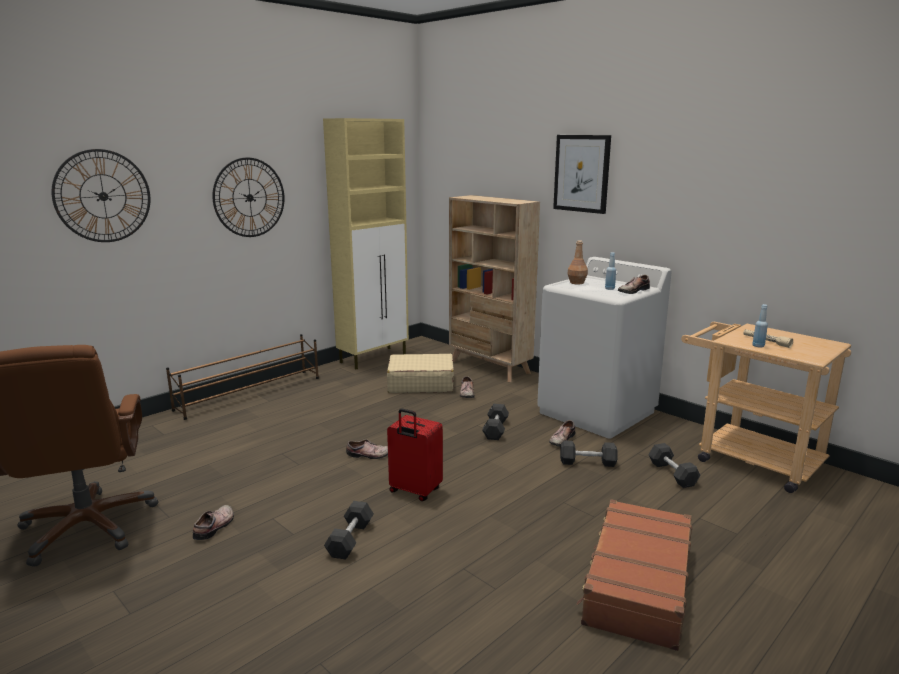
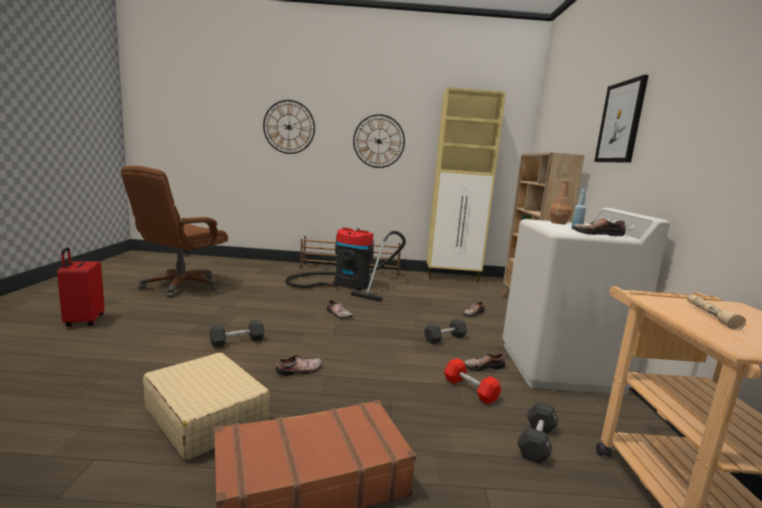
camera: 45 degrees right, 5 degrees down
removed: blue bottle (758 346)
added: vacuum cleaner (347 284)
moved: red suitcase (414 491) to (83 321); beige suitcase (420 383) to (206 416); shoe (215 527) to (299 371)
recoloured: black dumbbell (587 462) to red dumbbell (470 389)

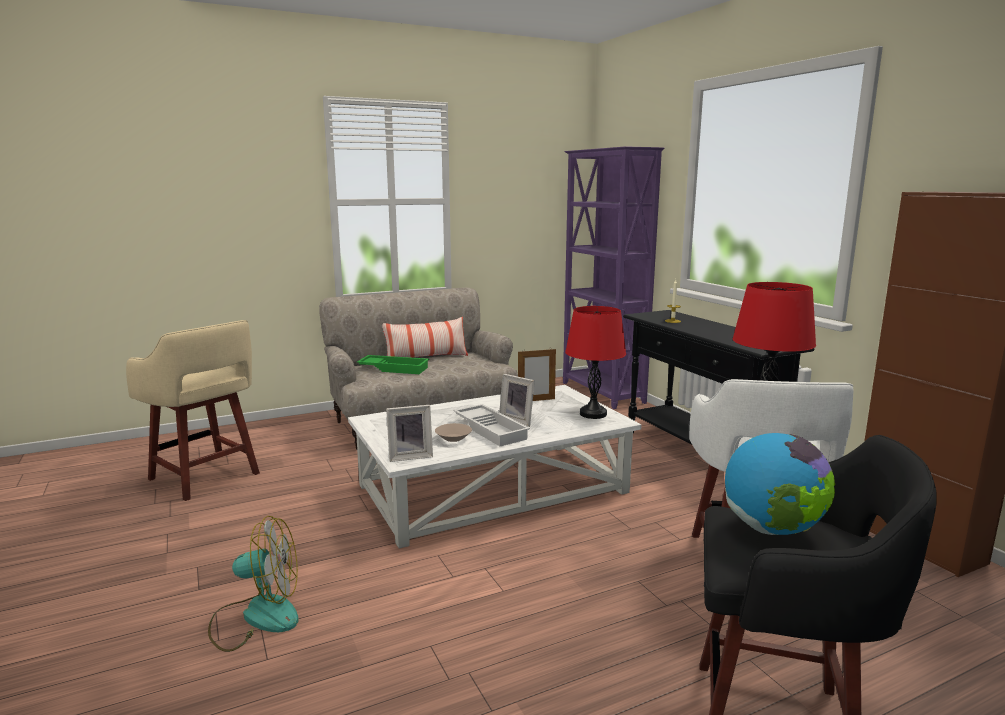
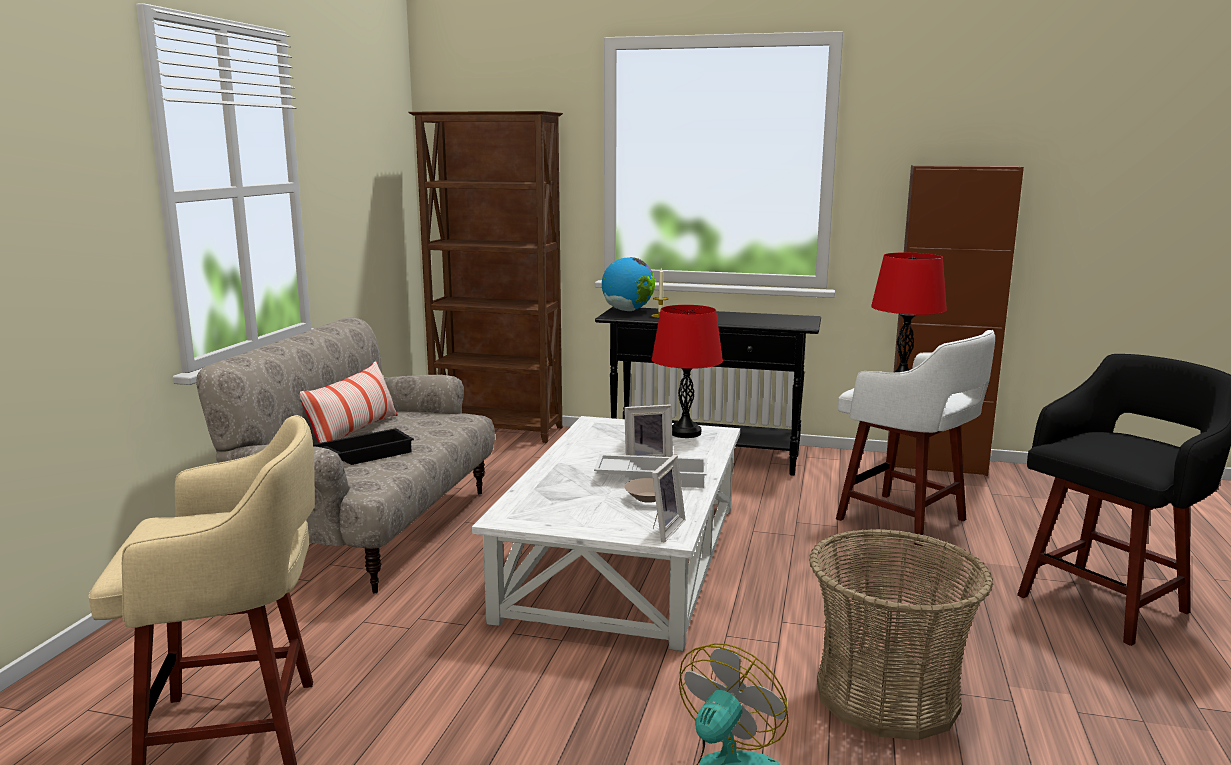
camera: 50 degrees left, 0 degrees up
removed: picture frame (536 400)
added: basket (887 695)
moved: globe (772 529) to (628 310)
recoloured: green tray (394 368) to black tray (356 456); purple bookcase (602 393) to brown bookcase (498 430)

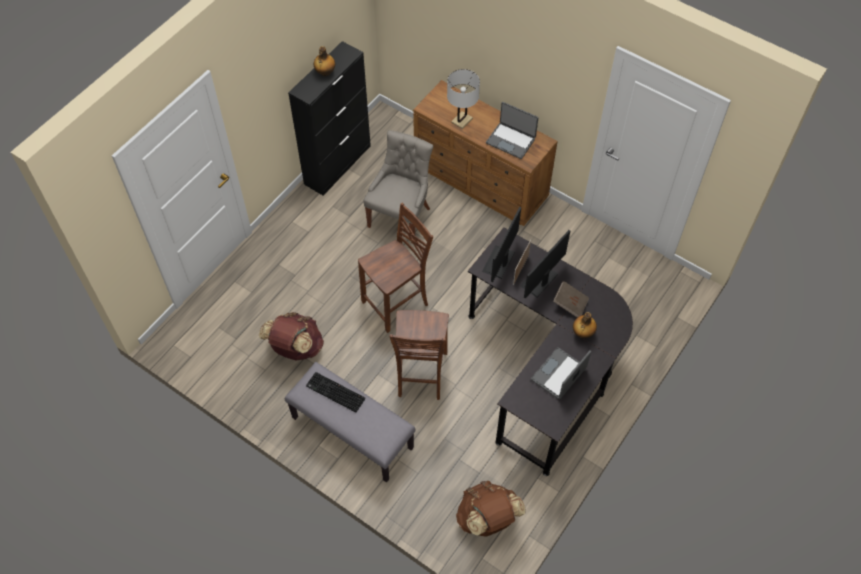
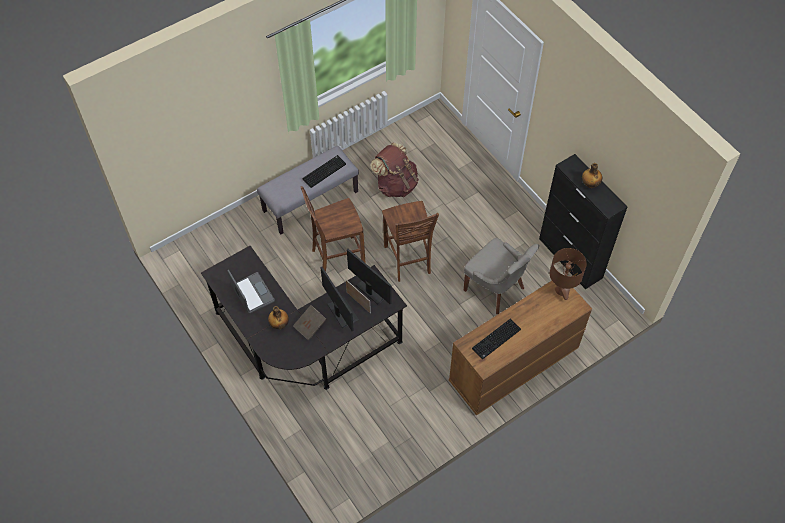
camera: 110 degrees right, 0 degrees up
removed: white table lamp (462 120); brown backpack (487 519)
added: brown table lamp (561 290)
replaced: laptop (511 140) to keyboard (496 340)
turned: brown chair (420 375) = (336 257) 45 degrees counterclockwise

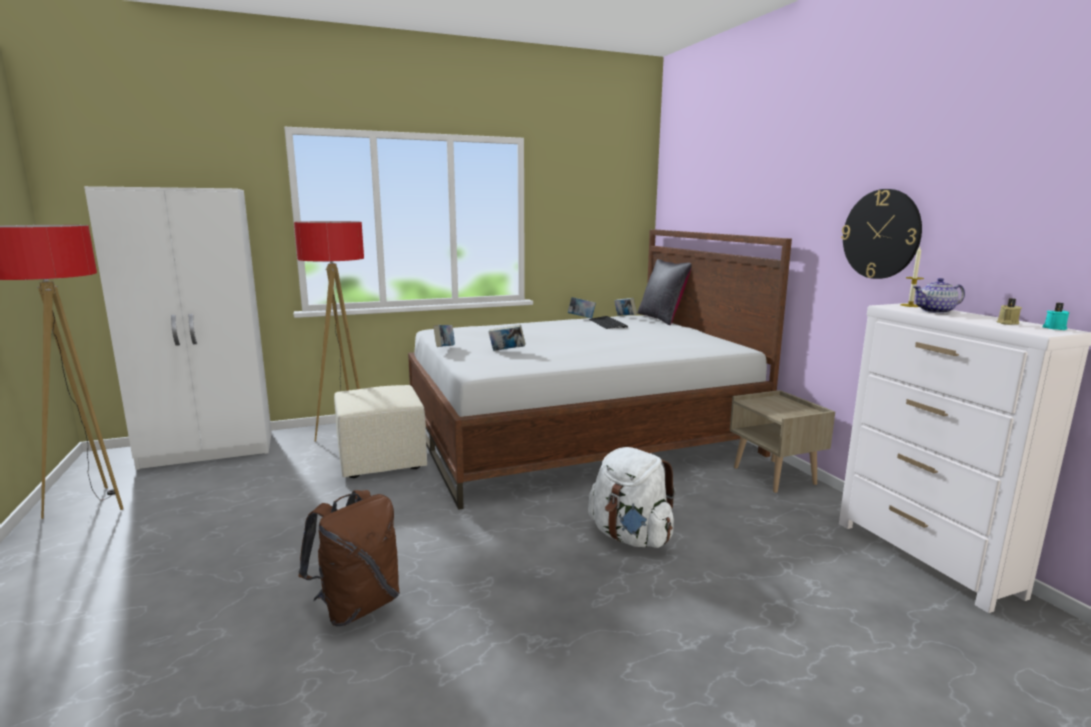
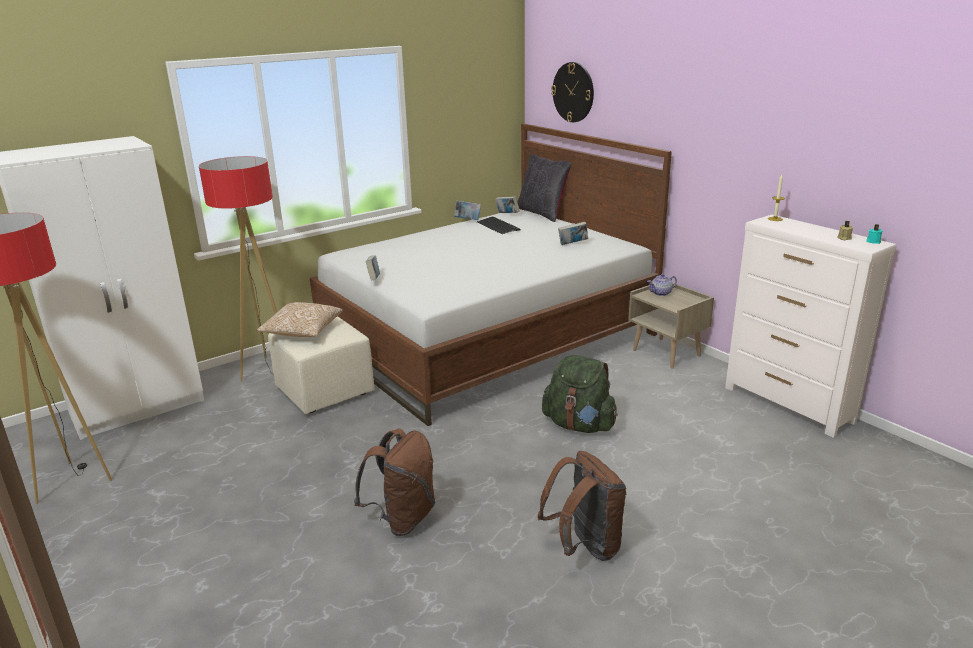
camera: 15 degrees left, 10 degrees up
added: pillow (302 332); brown backpack (584 547)
moved: wall clock (881 234) to (573 92); book (507 351) to (572 244); teapot (936 311) to (661 293)
recoloured: white backpack (630 537) to green backpack (579 425)

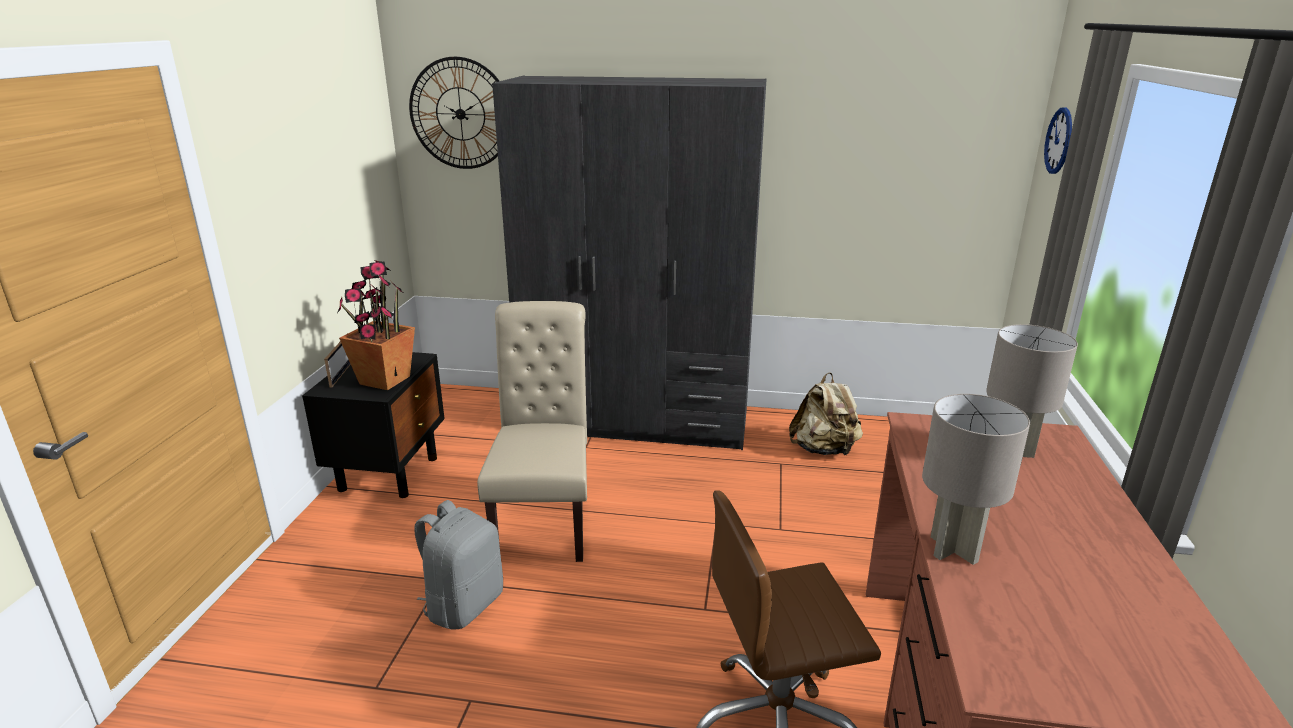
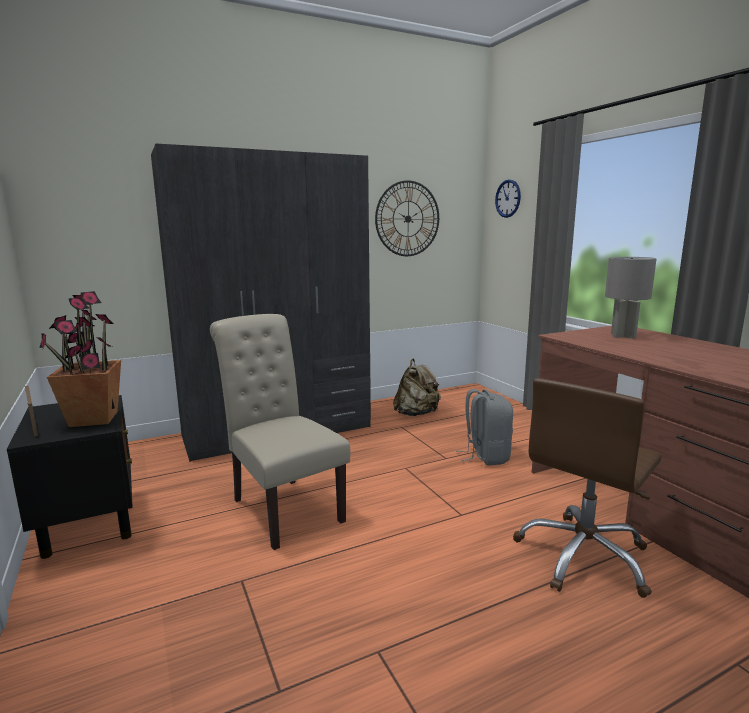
camera: 35 degrees left, 10 degrees down
removed: grey table lamp (954 549)
moved: wall clock (460 114) to (408 219); grey backpack (463 605) to (485 456)

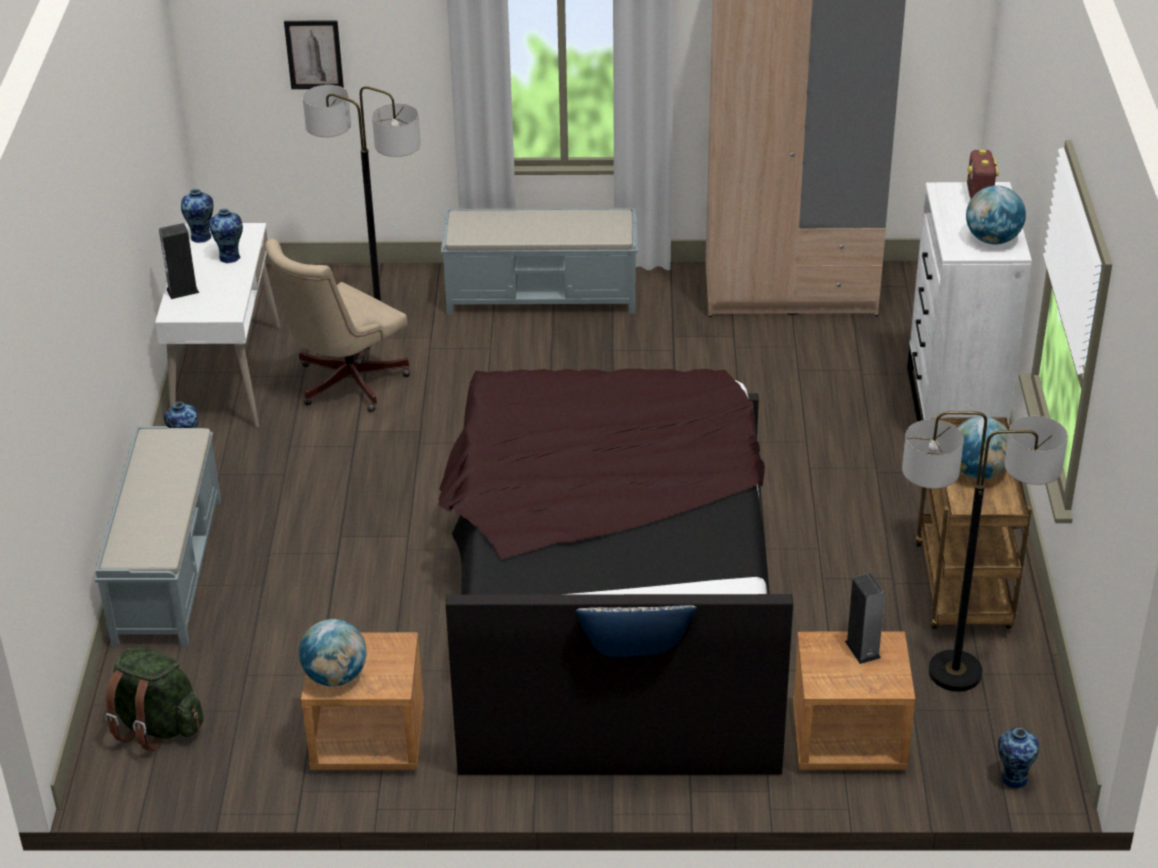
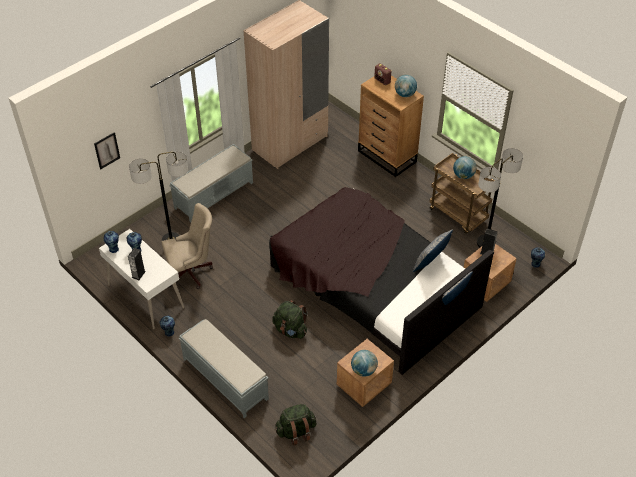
camera: 45 degrees left, 10 degrees up
added: green backpack (290 330); pillow (431 263)
recoloured: white dresser (954 409) to brown dresser (387 157)
turned: beige office chair (343 384) = (191 272) 105 degrees counterclockwise

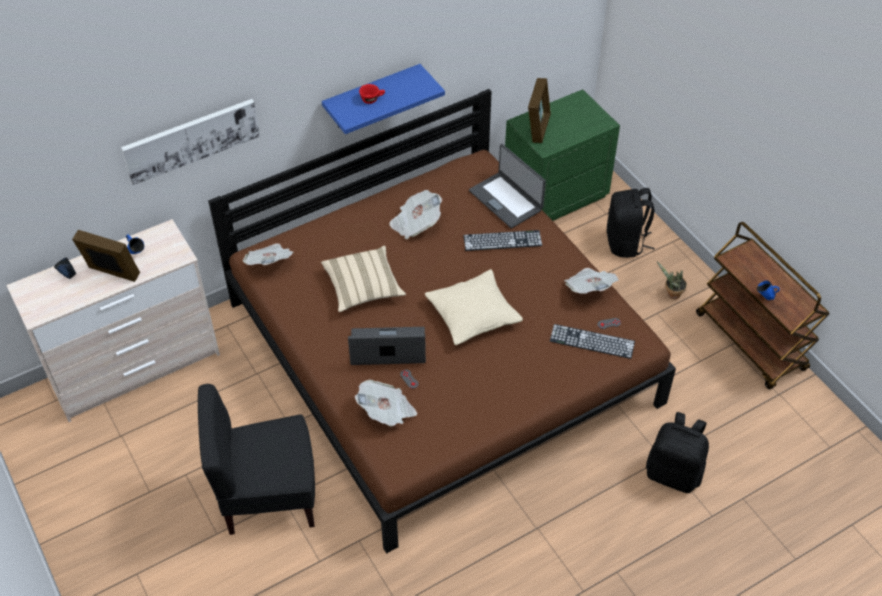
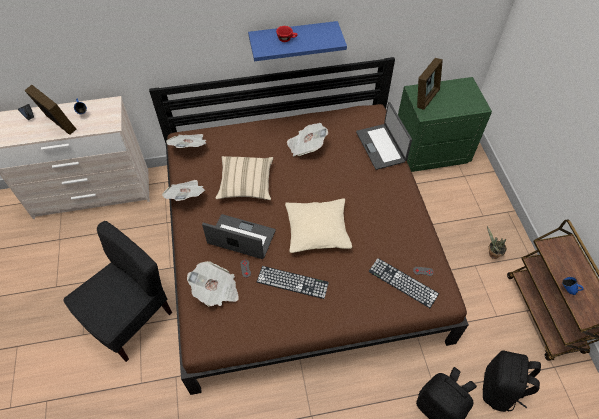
camera: 20 degrees right, 5 degrees up
removed: picture (191 139)
moved: newspaper (589 289) to (186 196); keyboard (502 240) to (292 282); black backpack (626 243) to (500 389)
turned: black chair (268 497) = (130 318) 120 degrees clockwise

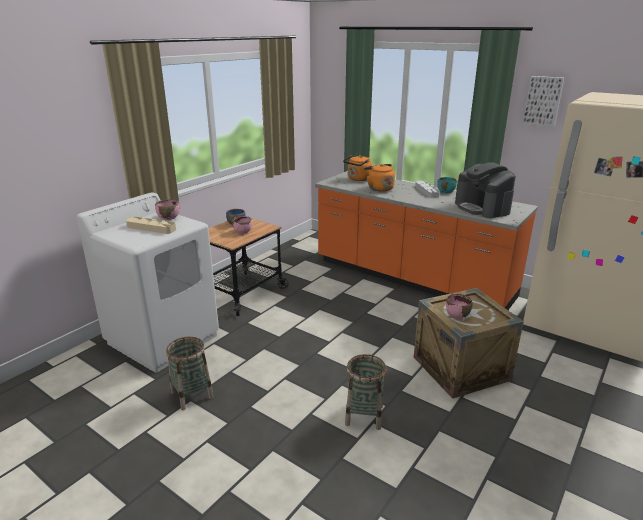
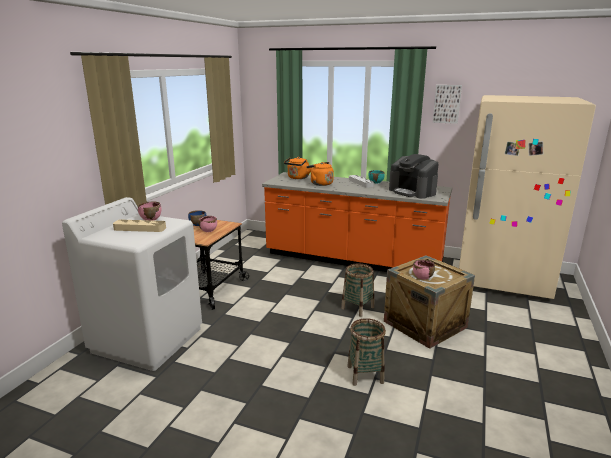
camera: 15 degrees left, 5 degrees down
moved: basket (192 394) to (357 308)

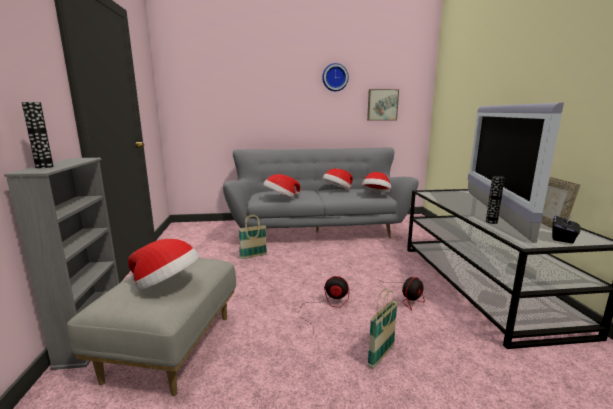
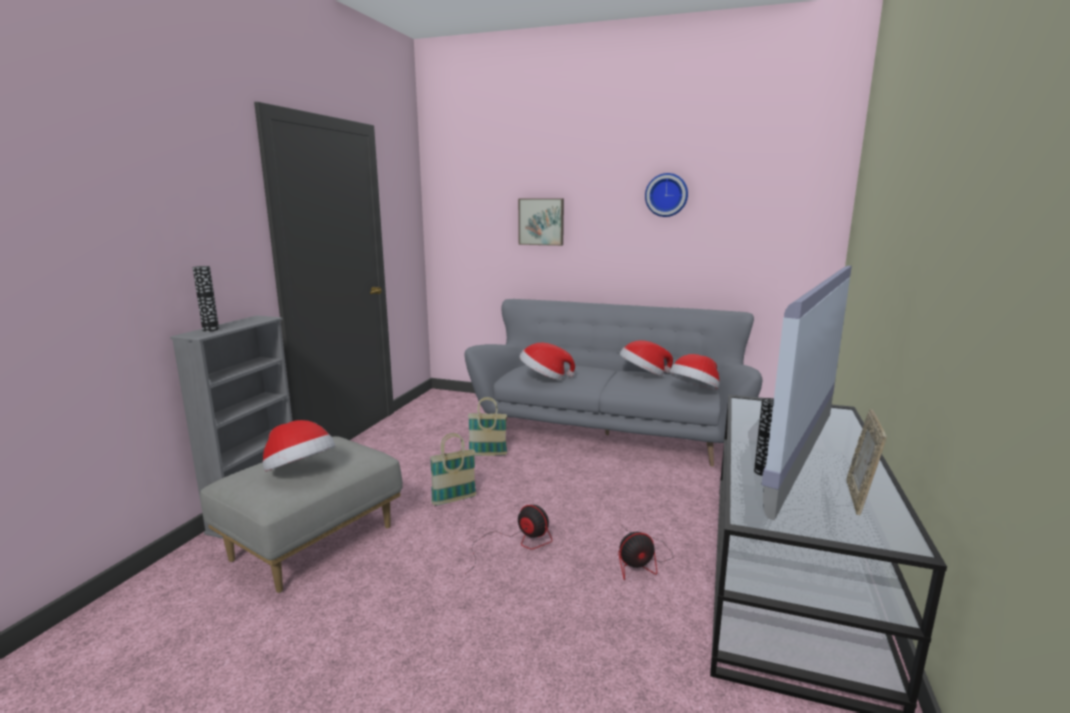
camera: 25 degrees right, 0 degrees up
removed: black tissue box (563 238)
moved: basket (381 355) to (454 500); picture (382 105) to (541 221)

